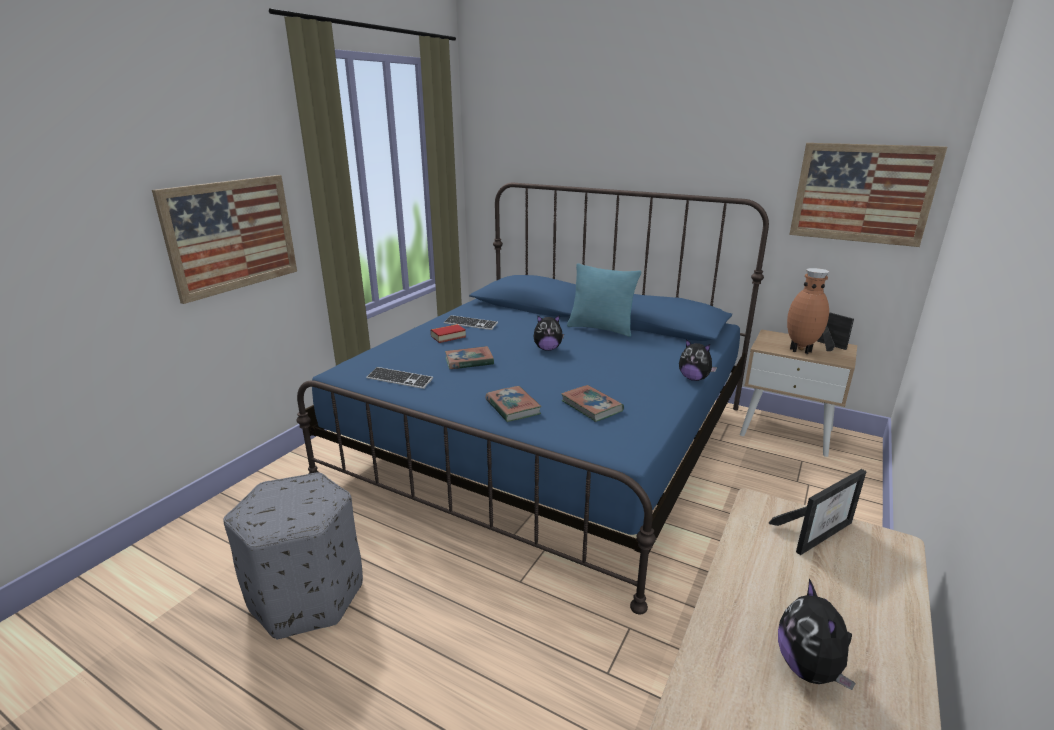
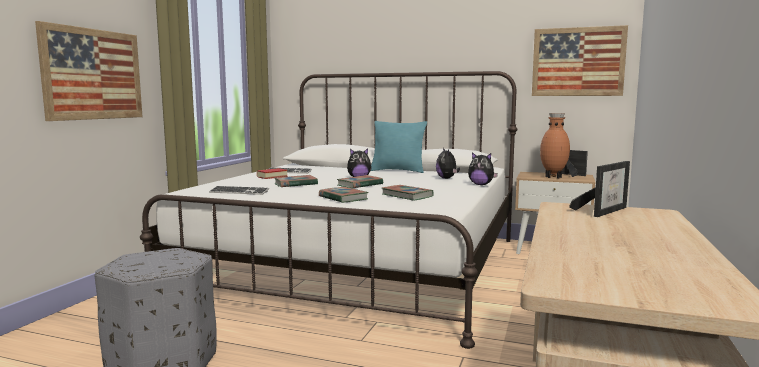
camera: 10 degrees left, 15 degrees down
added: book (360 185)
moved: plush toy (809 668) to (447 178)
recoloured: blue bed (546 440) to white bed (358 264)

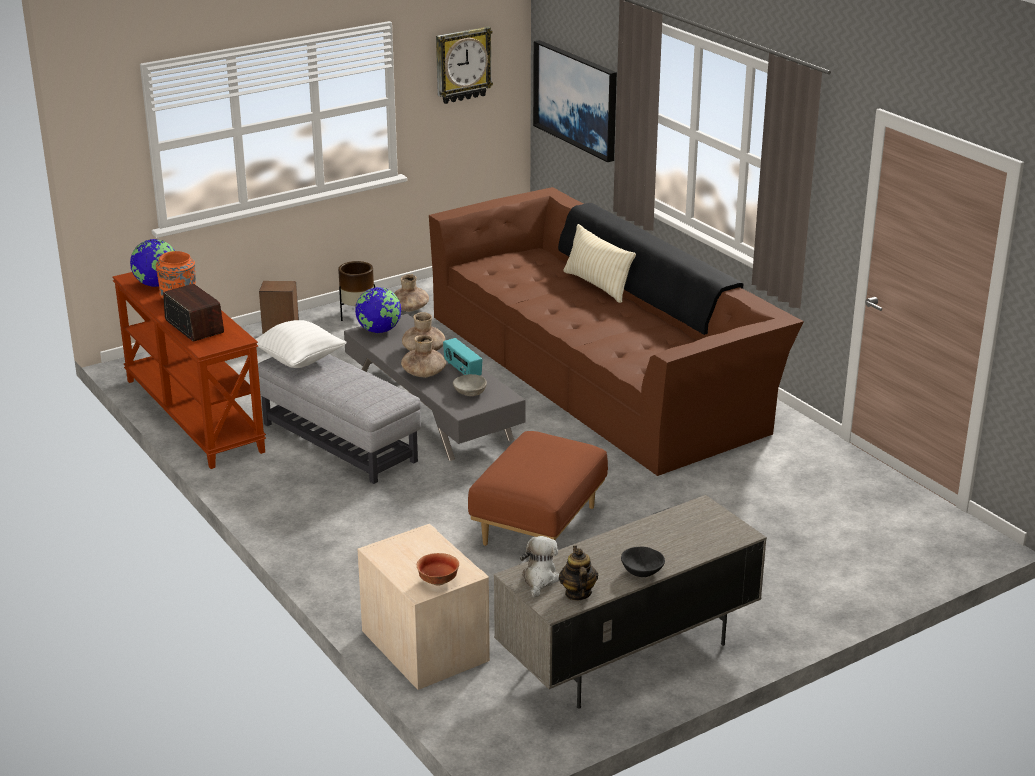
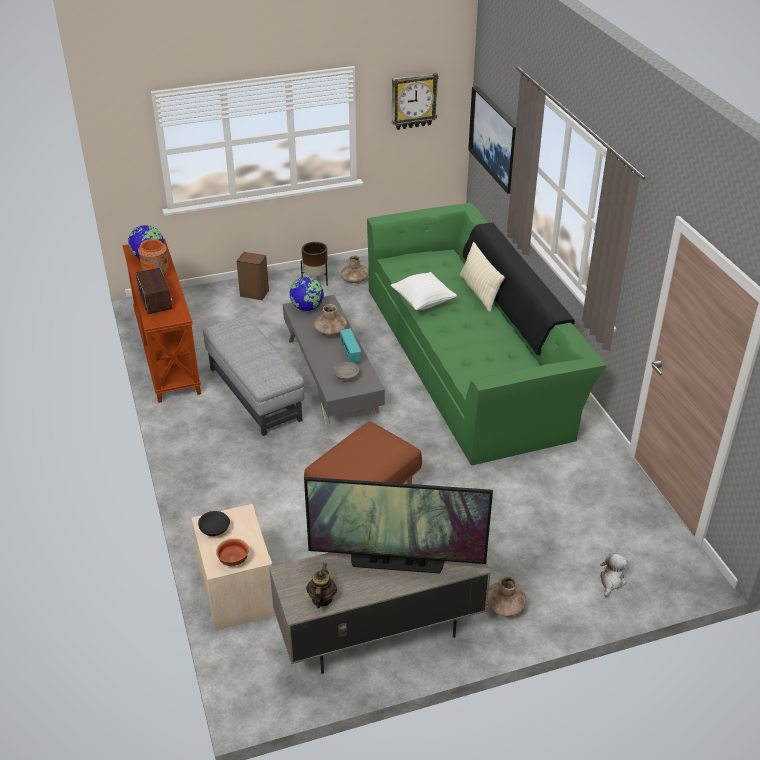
camera: 15 degrees right, 10 degrees up
added: television (396 563)
moved: black bowl (641 571) to (214 530); white pillow (299 360) to (423 302); brown vase (424 373) to (504 606); plush toy (540 579) to (611 581)
recoloured: brown sofa (602 369) to green sofa (471 357)

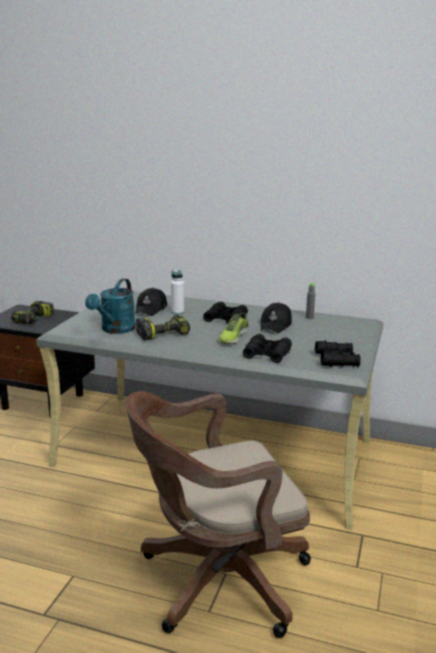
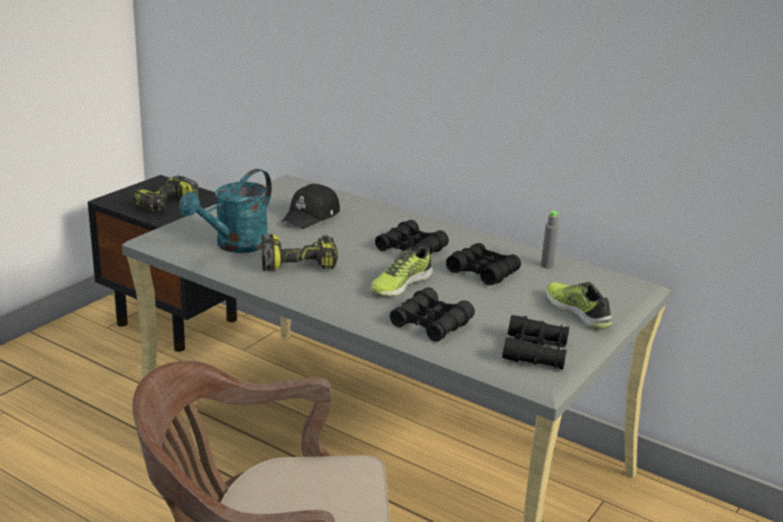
camera: 15 degrees right, 5 degrees up
removed: white bottle (177 312)
added: shoe (578 312)
replaced: black cap (276 325) to black binoculars (483 272)

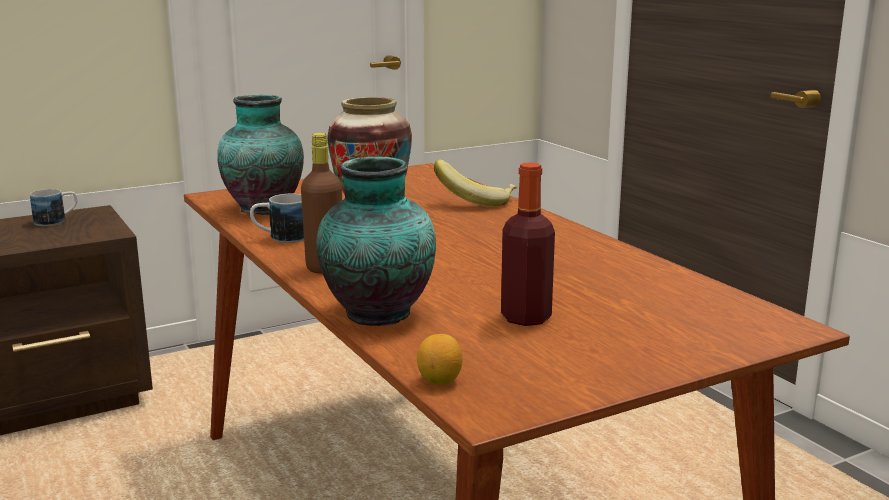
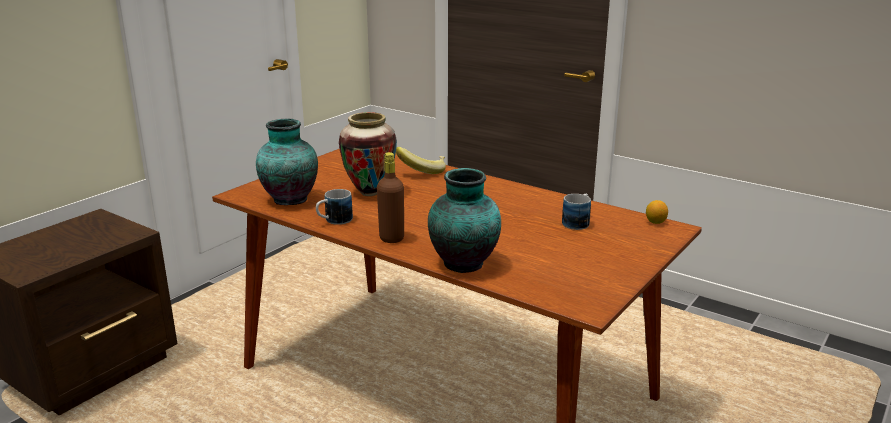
camera: 25 degrees left, 5 degrees up
removed: bottle (526 318)
moved: mug (57 221) to (578 222); lemon (439 380) to (655 222)

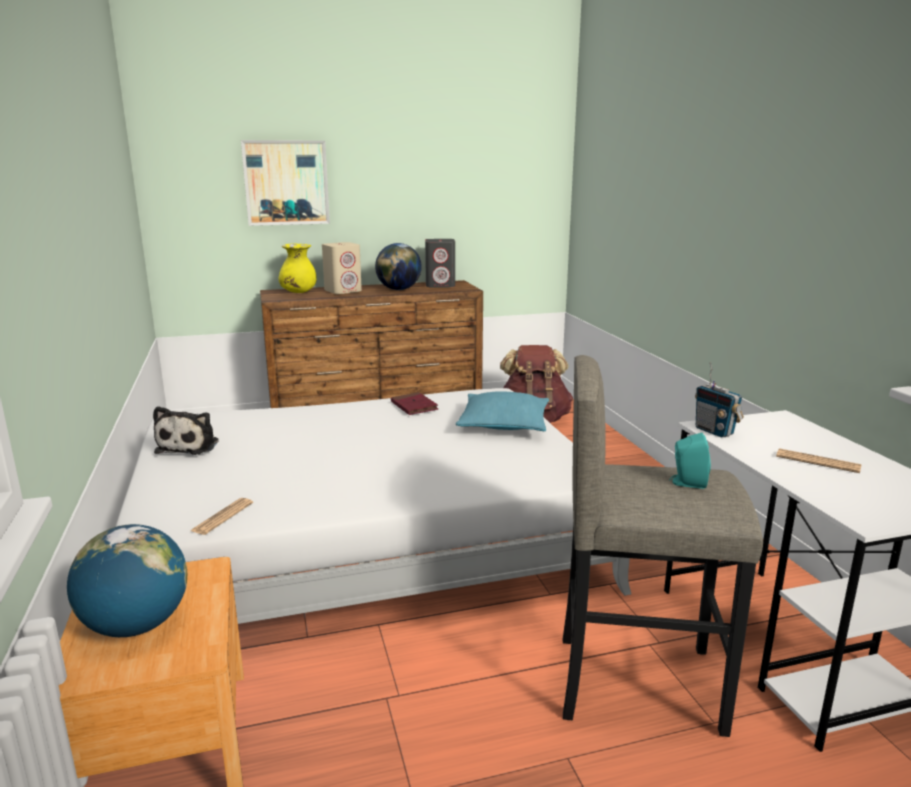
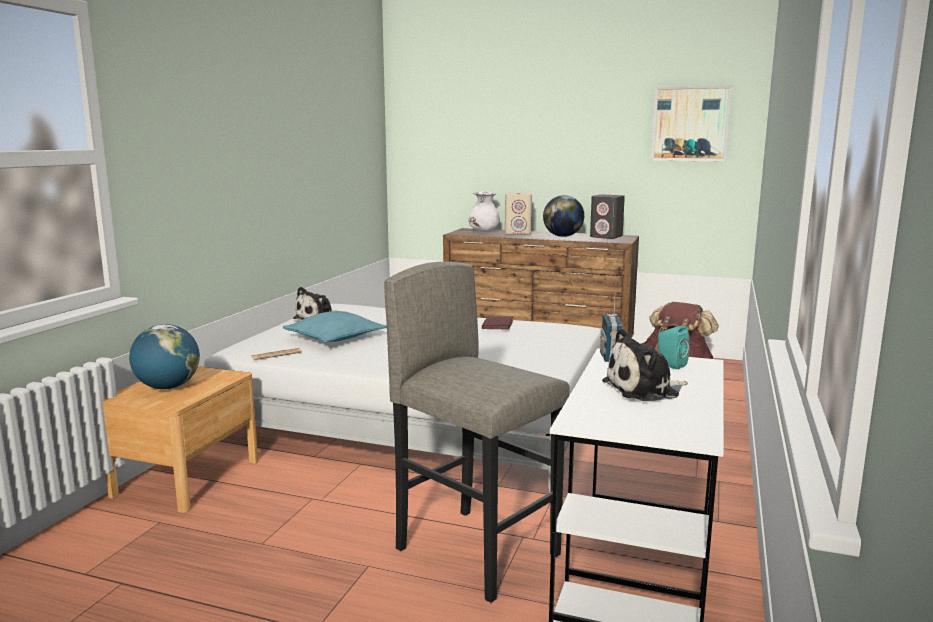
camera: 35 degrees right, 5 degrees down
moved: turquoise pillow (504 424) to (335 338); picture (286 183) to (690 124); turquoise speaker (687 483) to (669 365)
replaced: newspaper (817 462) to plush toy (645 389)
recoloured: yellow vase (298 292) to white vase (483 231)

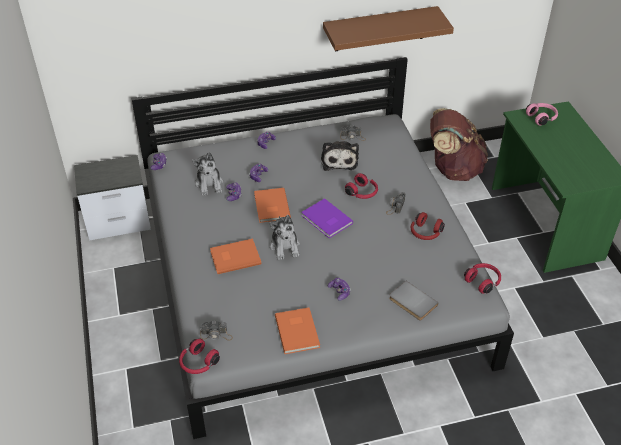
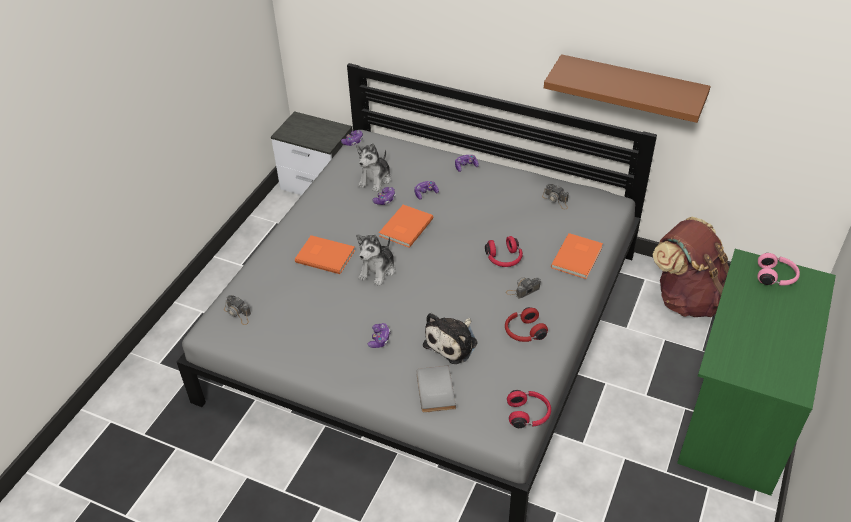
camera: 40 degrees right, 0 degrees up
removed: red headphones (198 363); purple book (326 220)
moved: plush toy (339 160) to (453 342); orange book (298 331) to (578 257)

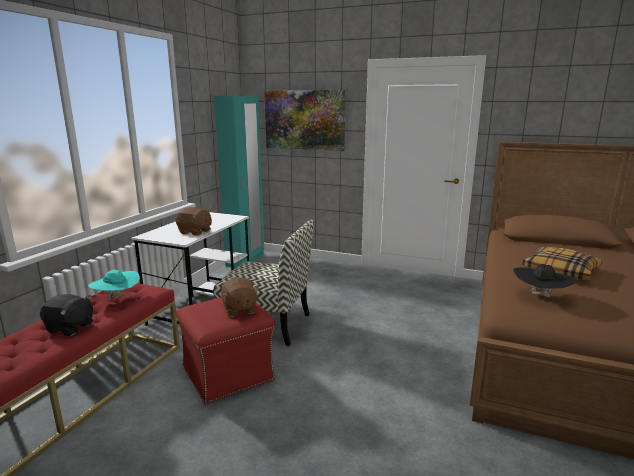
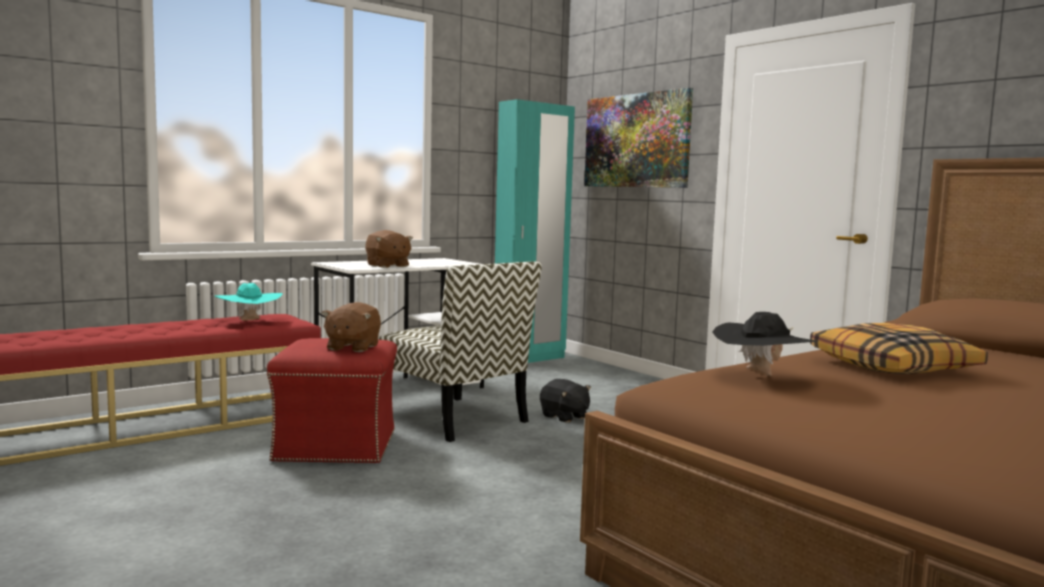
camera: 30 degrees right, 10 degrees down
moved: black plush toy (70 328) to (564 416)

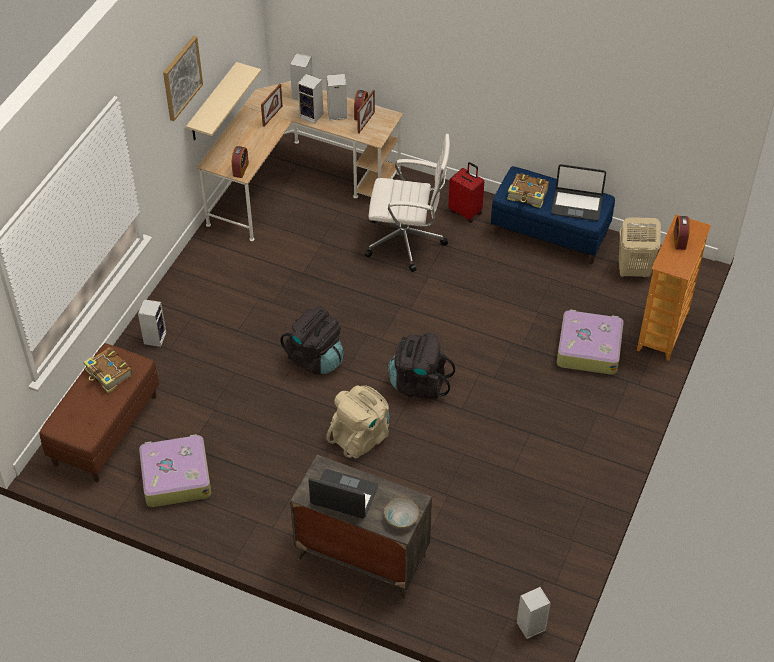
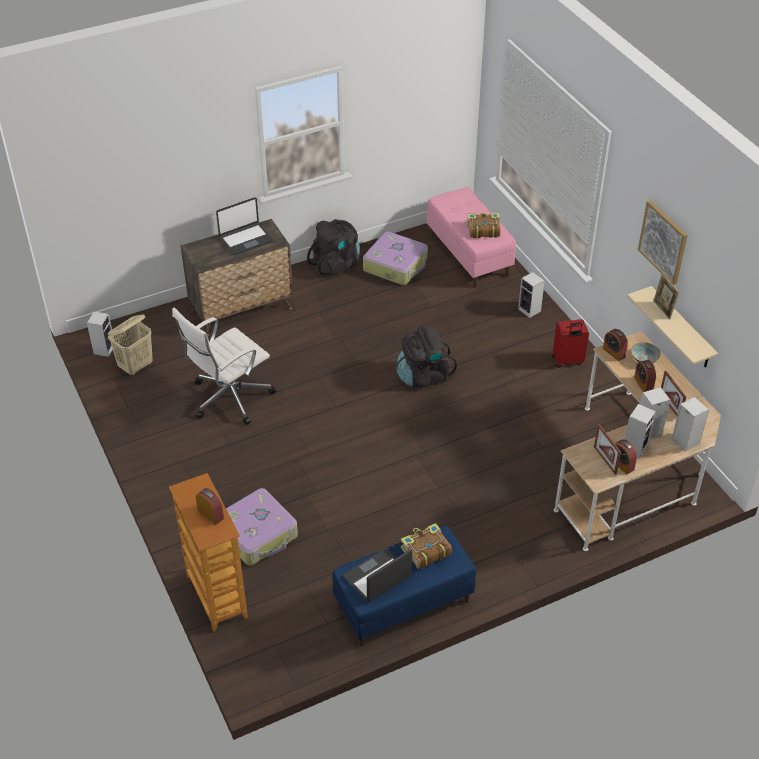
camera: 130 degrees right, 5 degrees down
removed: beige backpack (361 437)
added: alarm clock (643 384); picture frame (663 310)
moved: beige laundry basket (633 271) to (136 366); white office chair (407 241) to (229 398); black backpack (418 384) to (336 264); red suitcase (466 212) to (567 361); bowl (401 518) to (644 358)
recoloured: brown bench (105 429) to pink bench (469 255)

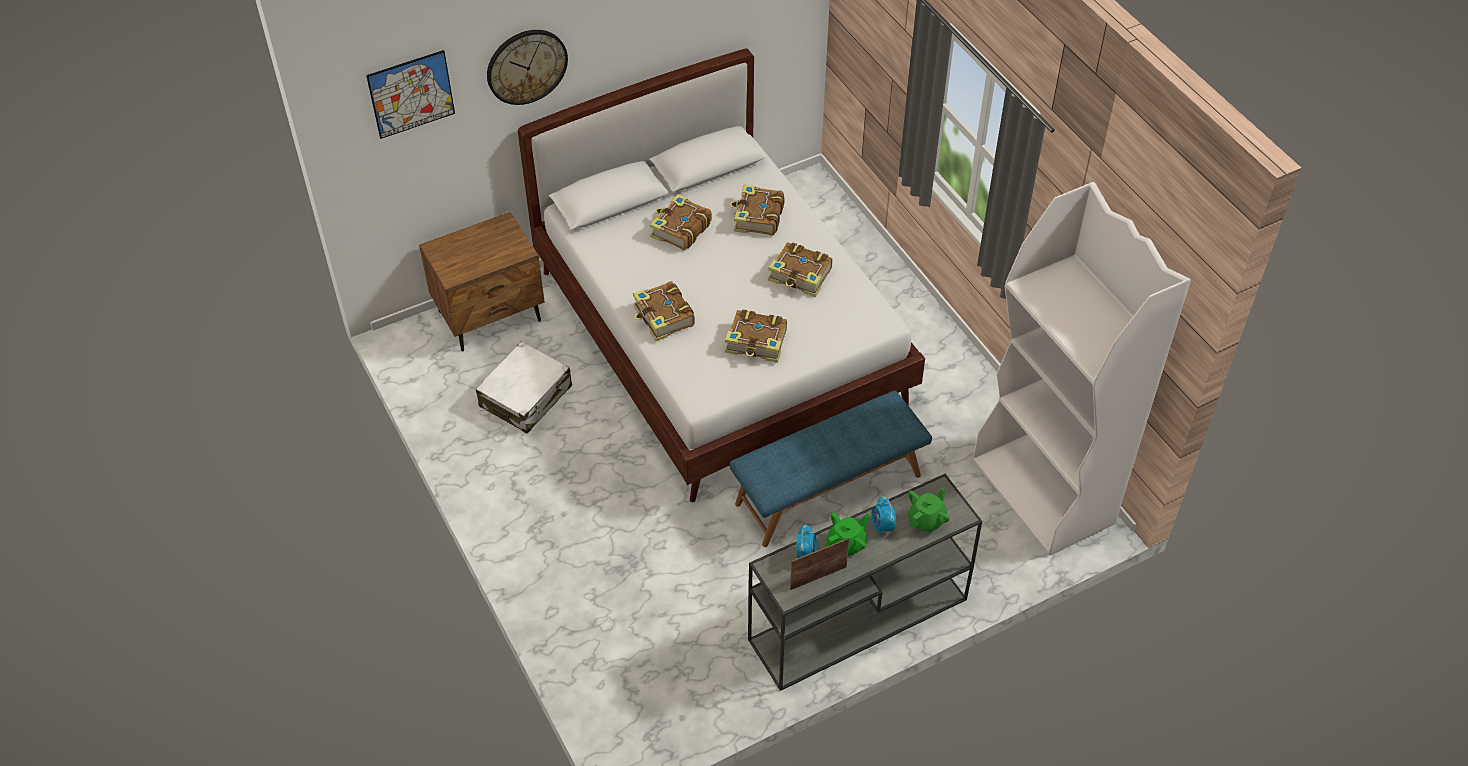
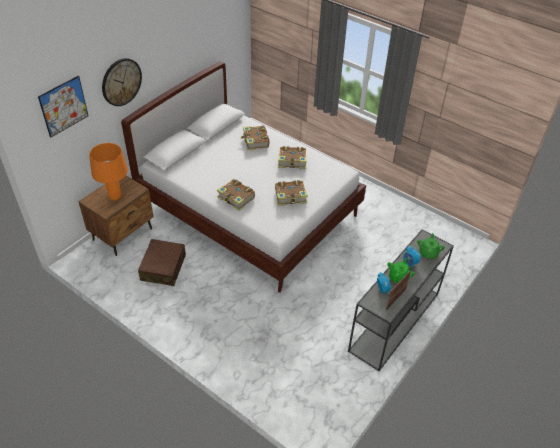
camera: 25 degrees left, 5 degrees down
removed: book (680 230); blue bench (828 488); white bookcase (1044 492)
added: orange table lamp (115 197)
recoloured: white suitcase (526 396) to brown suitcase (163 268)

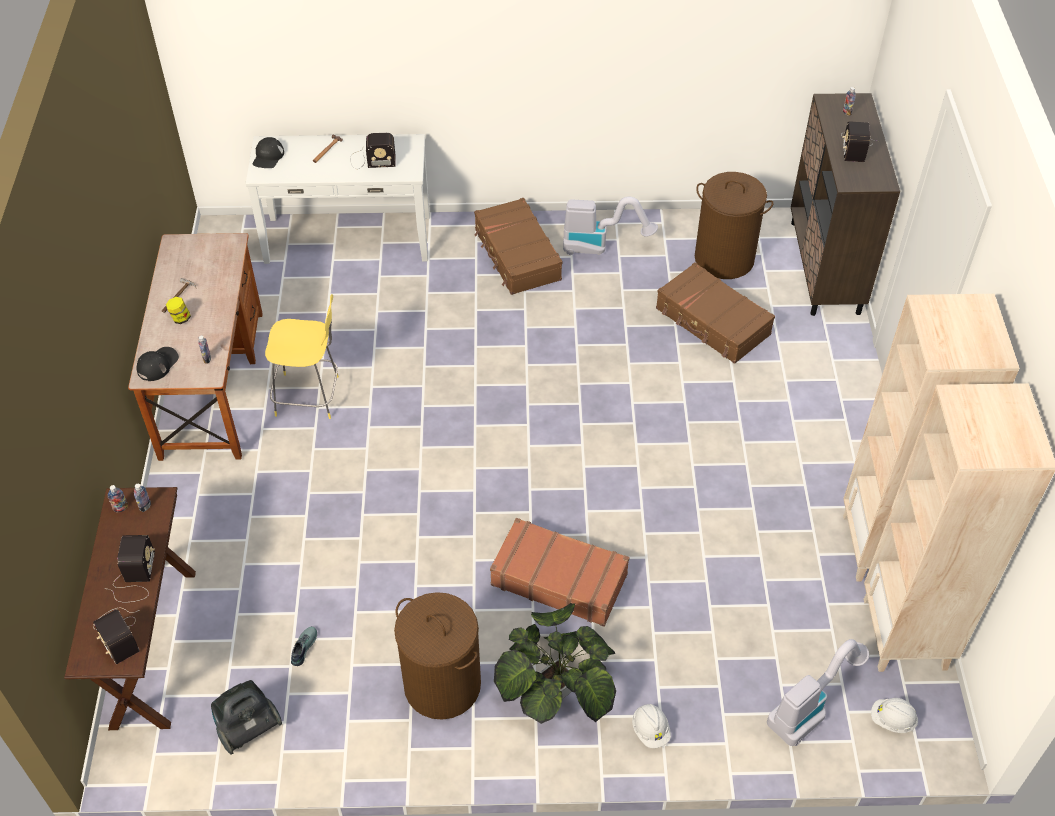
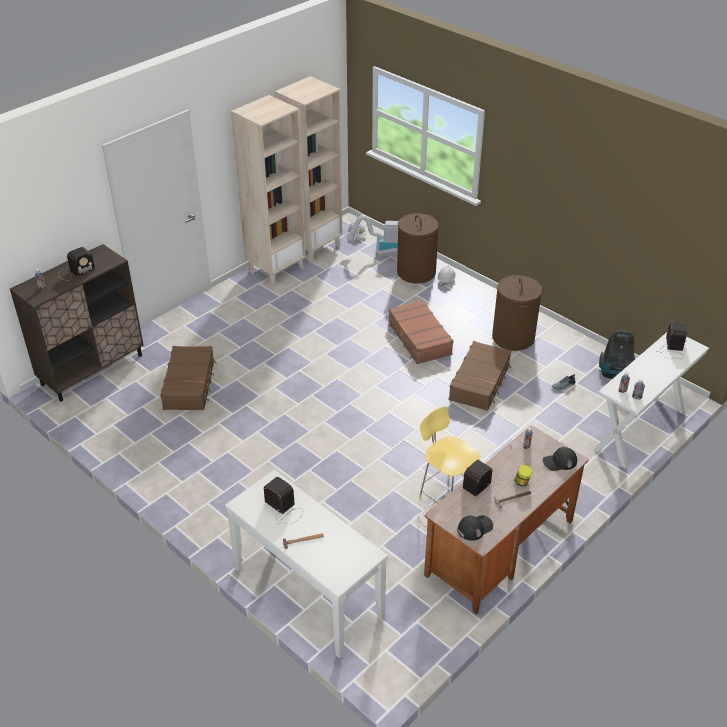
camera: 135 degrees left, 10 degrees down
removed: potted plant (557 685); vacuum cleaner (600 246)
moved: brown laundry basket (724 259) to (416 272); brown suitcase (517 255) to (480 382); black cap (268 157) to (475 528); radio (135 578) to (484 482)
recoloured: brown console table (154 647) to white console table (639 430)

